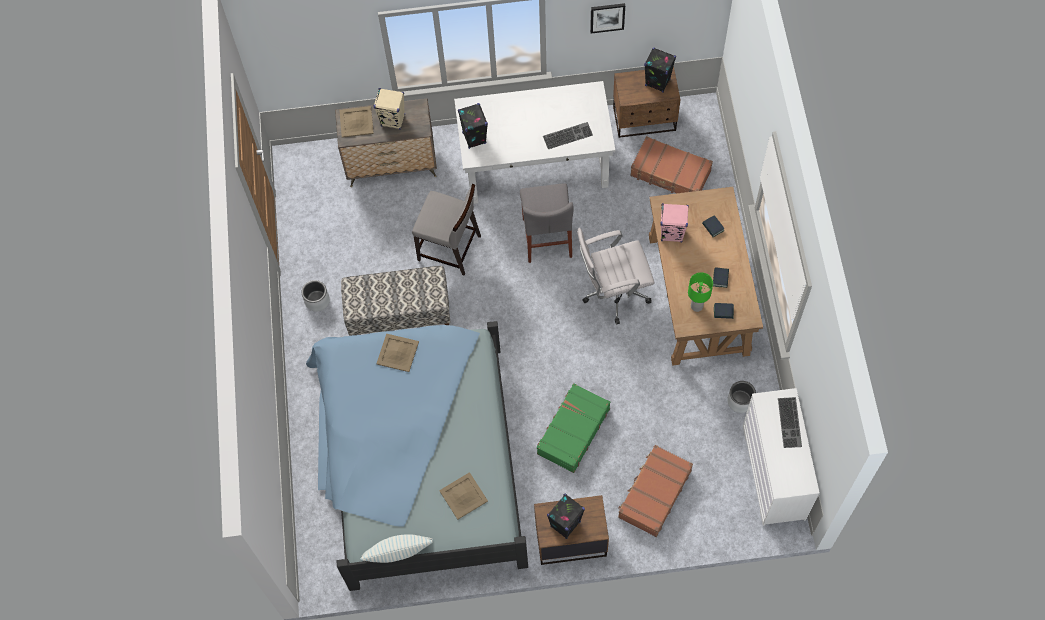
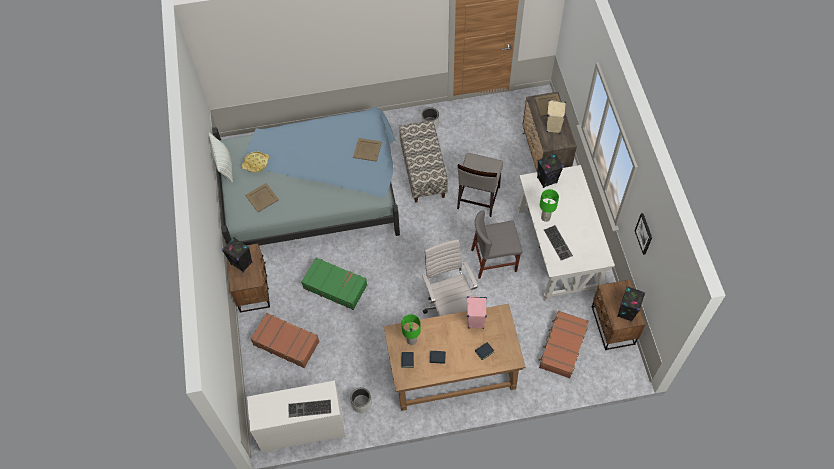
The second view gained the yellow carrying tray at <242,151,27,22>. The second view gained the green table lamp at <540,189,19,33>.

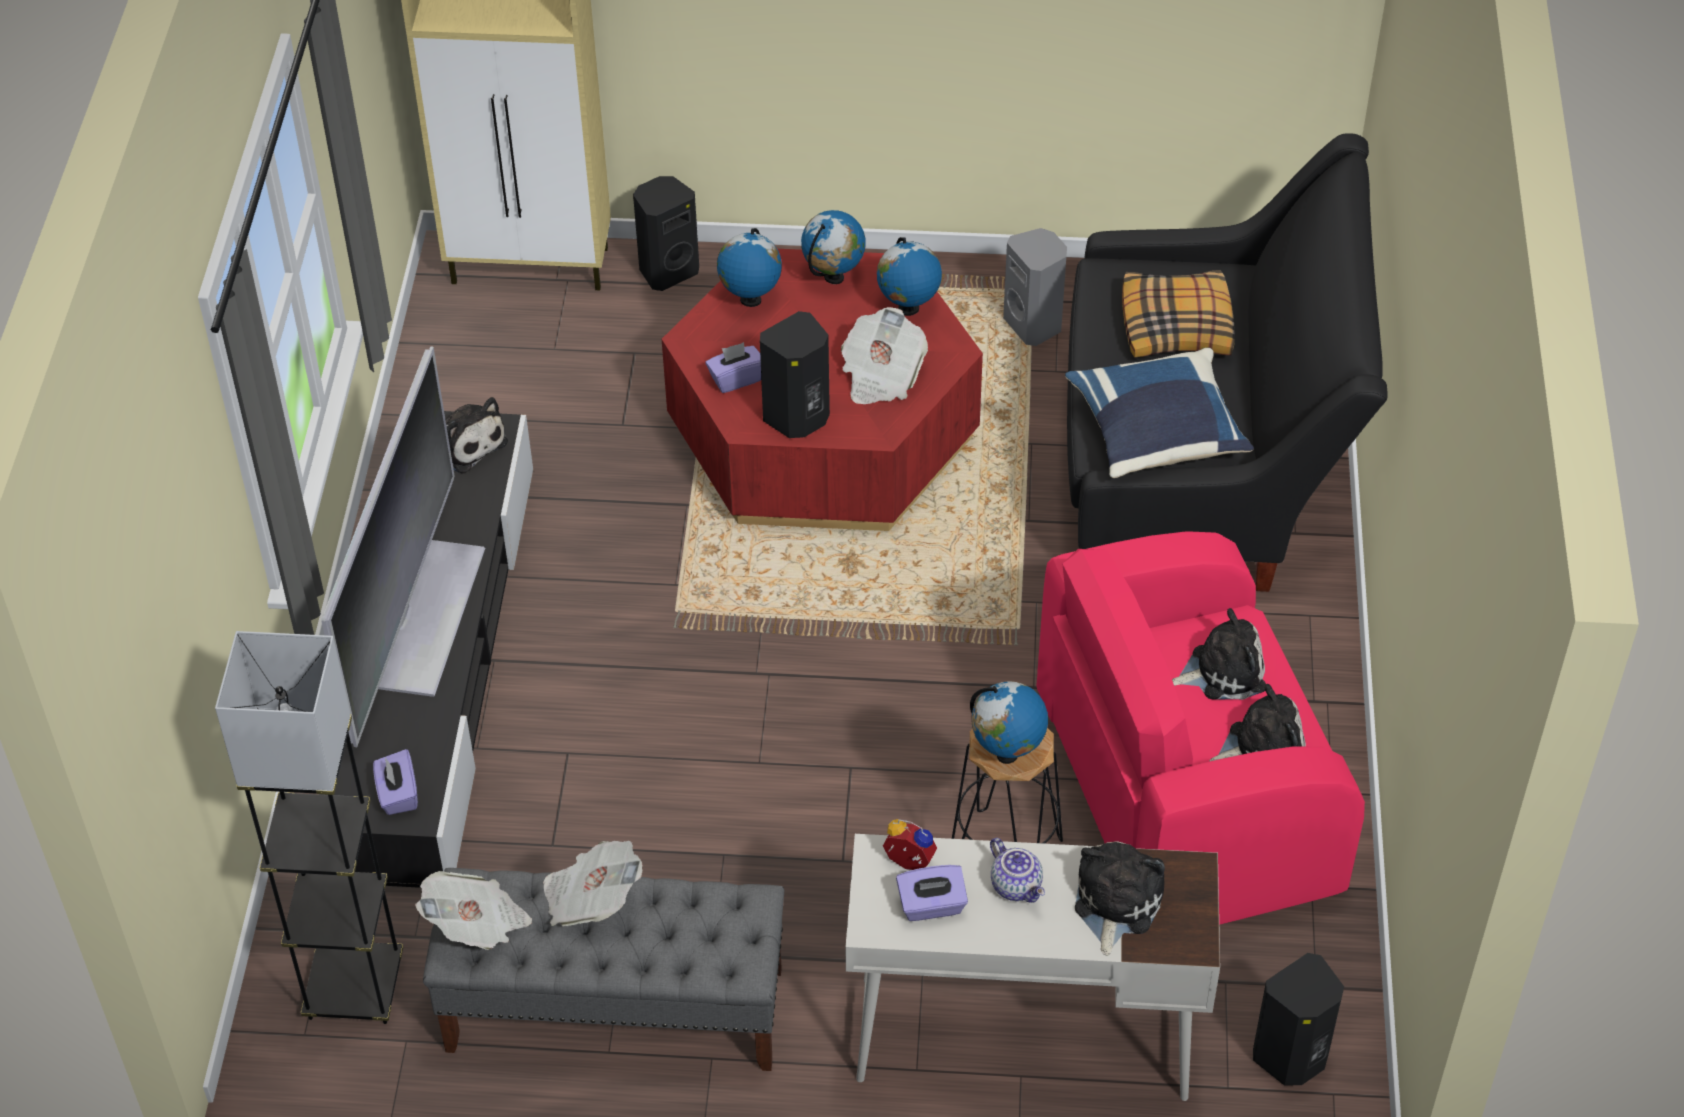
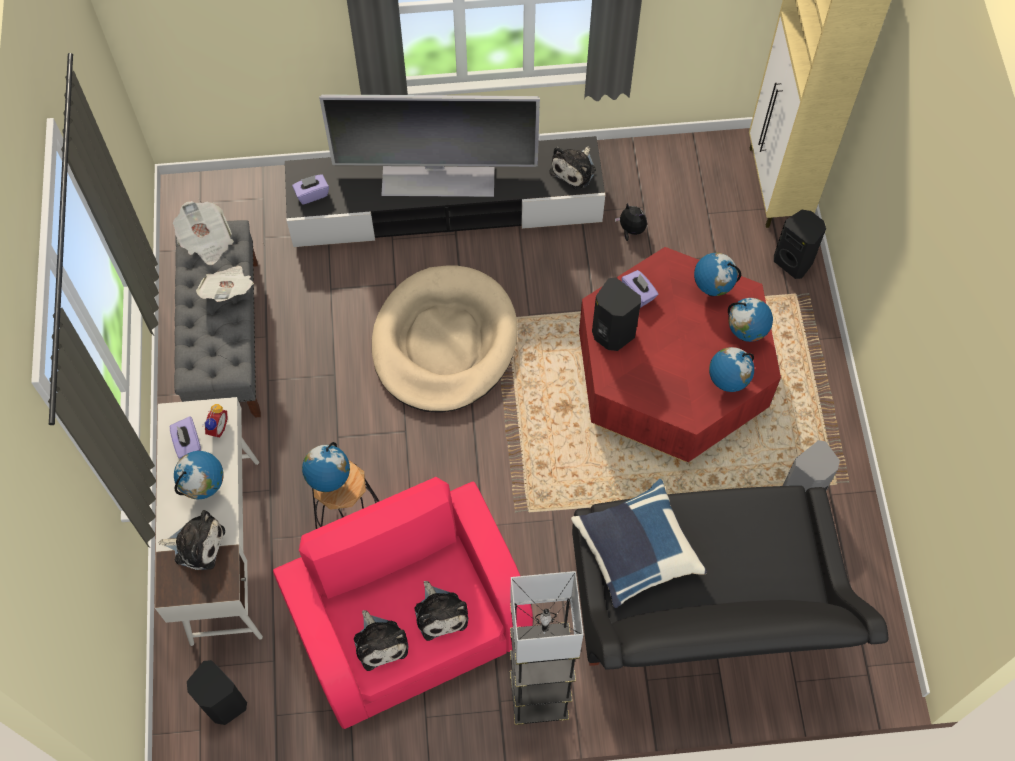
The second view lost the pillow at <1122,270,113,87>. The second view lost the printed paper at <841,307,87,97>. The grey floor lamp ended up elsewhere, having gone from <215,631,188,393> to <510,571,73,154>. Where the tea pot stood at <990,838,55,65>, the desk globe came to stand at <174,451,50,48>. The second view gained the cuddly toy at <615,203,32,38>. The second view gained the beige dog bed at <372,265,146,148>.

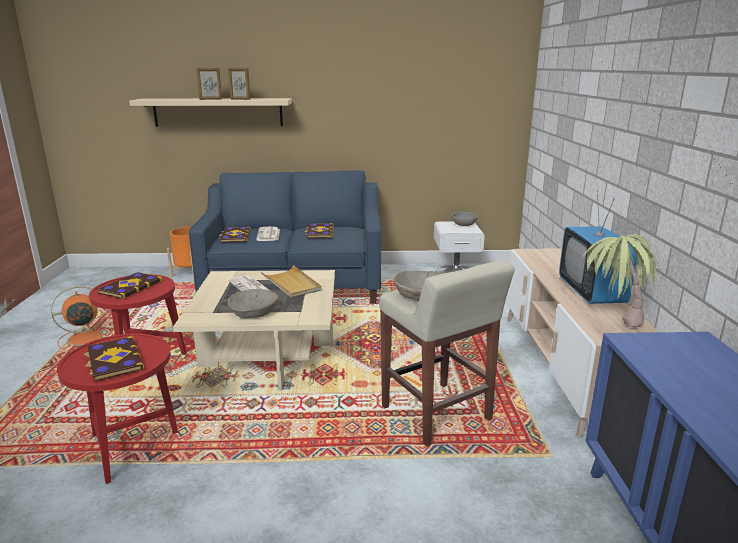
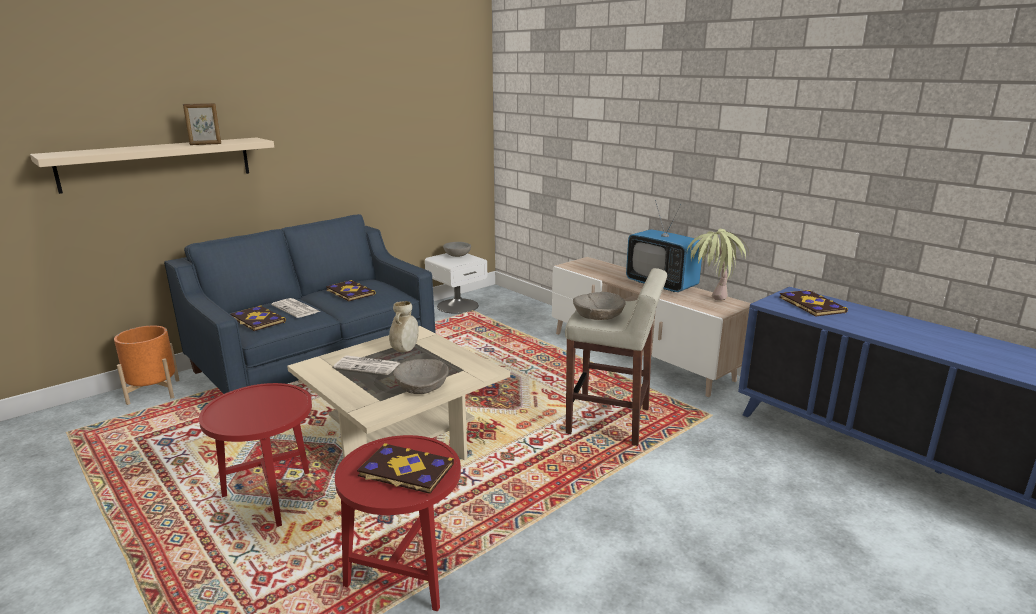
The second view lost the photo frame at <196,68,26,32>. Where the beige carrying tray stood at <261,265,61,33>, the beige vase came to stand at <389,301,30,51>. The book ended up elsewhere, having gone from <97,272,65,27> to <779,290,69,26>. The second view lost the orangey electric fan at <51,286,63,64>.

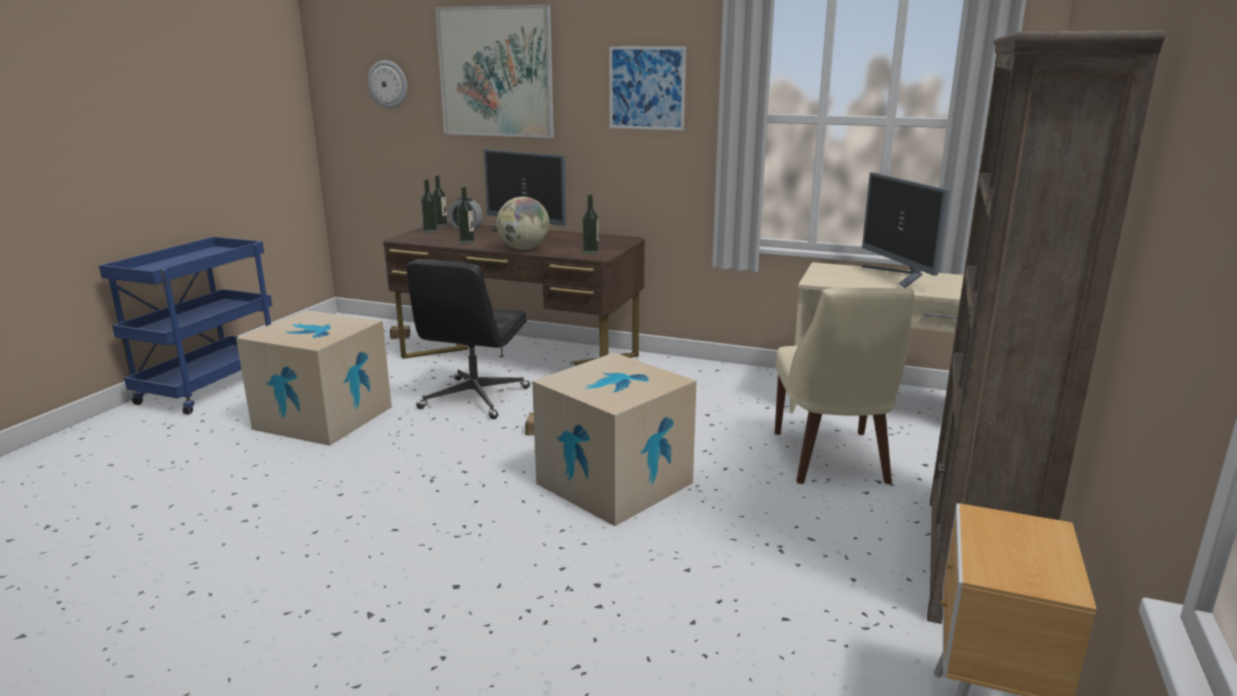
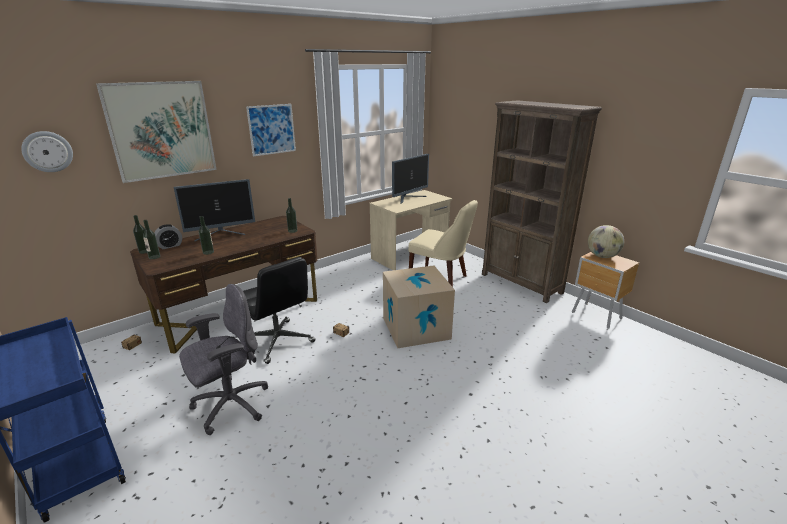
The computer screen at <862,172,87,116> ended up facing another way, 60 degrees counterclockwise from before. The desk globe ended up elsewhere, having gone from <497,197,53,53> to <588,225,36,33>. Where the packing box stood at <236,310,156,136>, the grey computer chair came to stand at <179,284,89,151>.

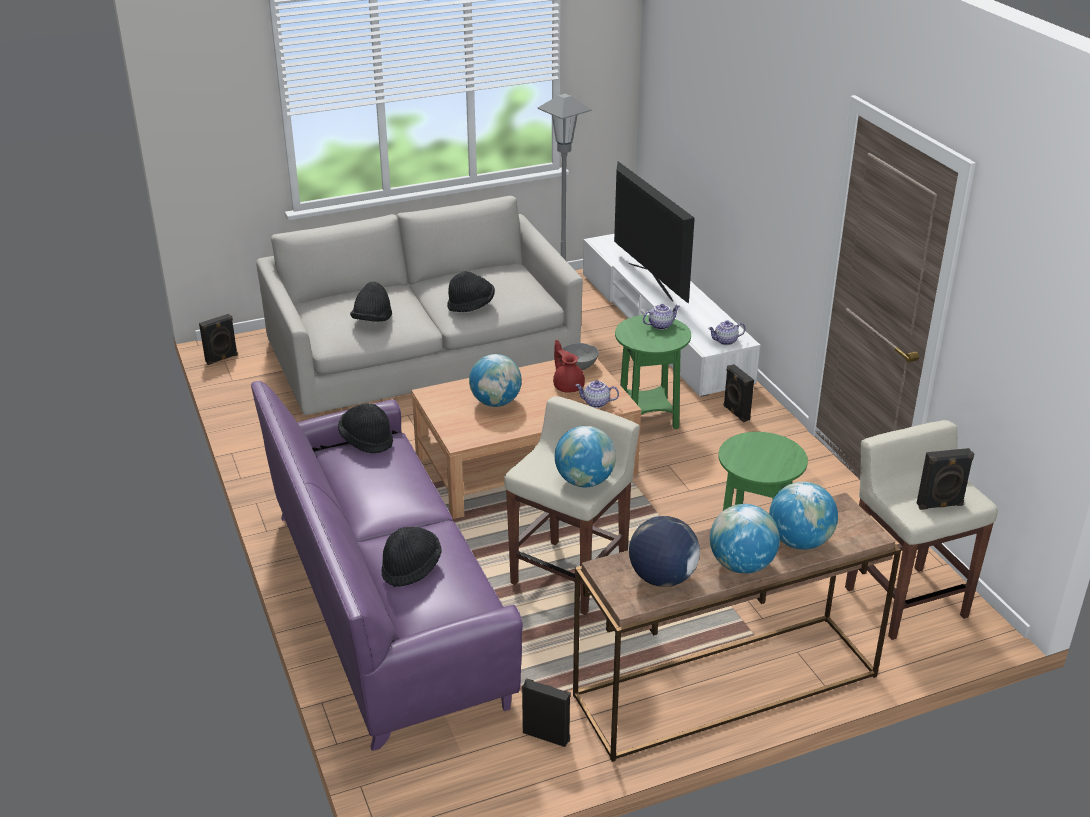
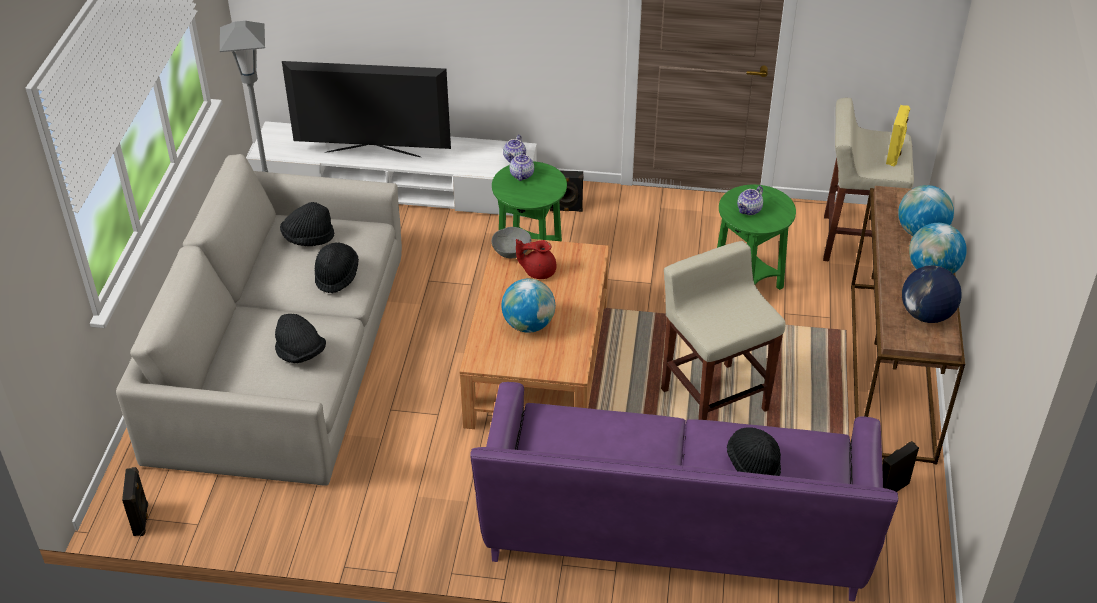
The tea pot ended up elsewhere, having gone from <575,380,44,28> to <737,186,26,29>. The blackish clothing hat ended up elsewhere, having gone from <338,403,55,50> to <280,202,54,44>. The second view lost the desk globe at <555,426,61,61>. What was the blackish loudspeaker at <917,448,57,62> turned into the yellow loudspeaker at <886,105,24,61>.

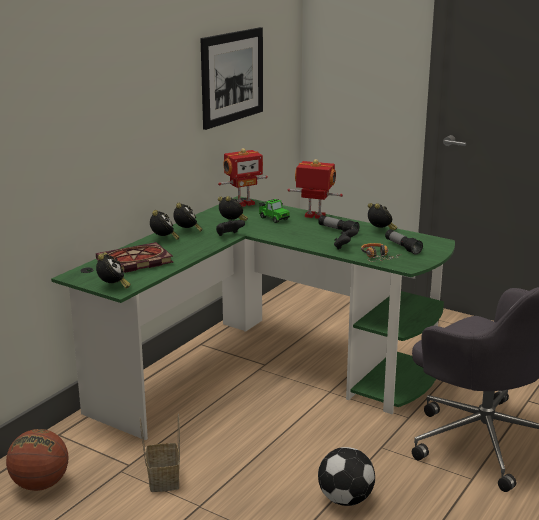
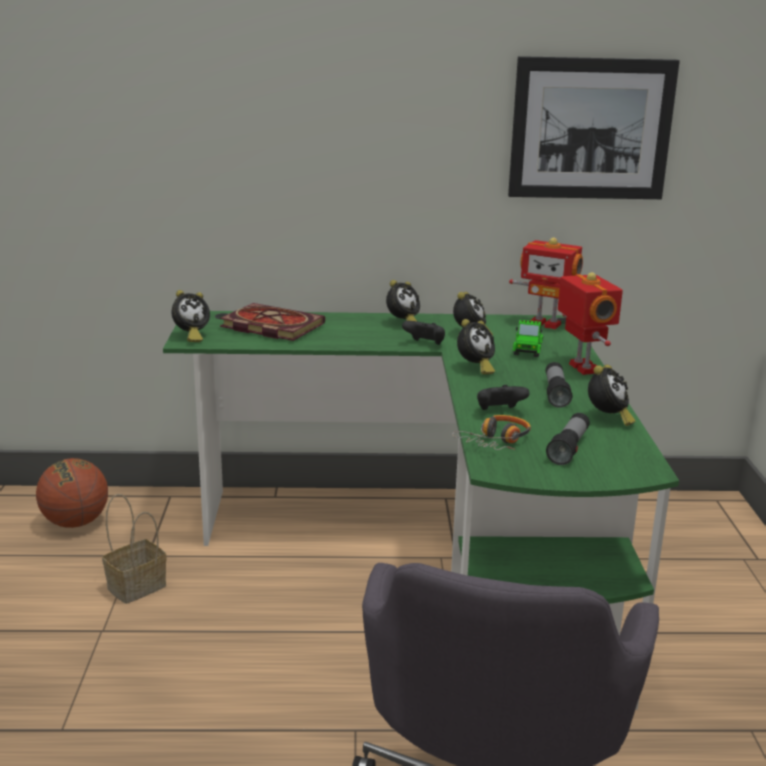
The table clock ended up elsewhere, having gone from <150,210,30,30> to <457,319,38,55>. The second view lost the football ball at <318,447,57,59>.

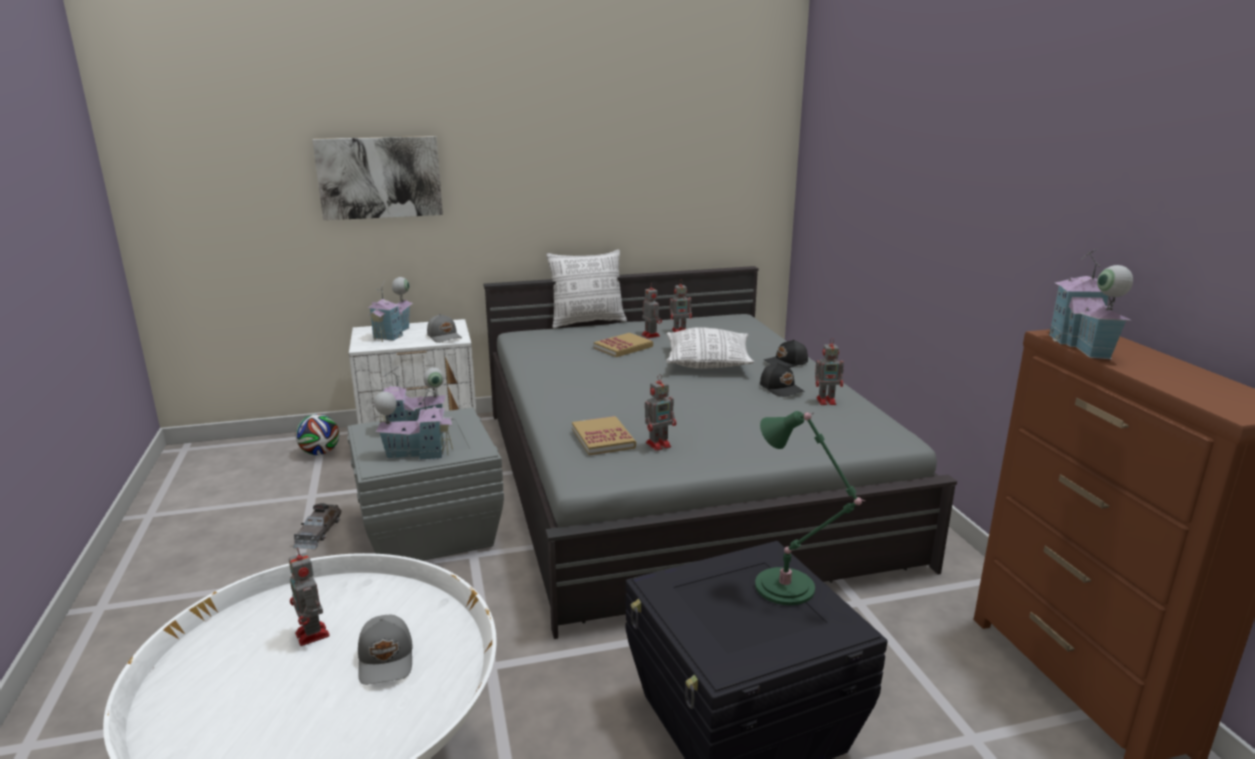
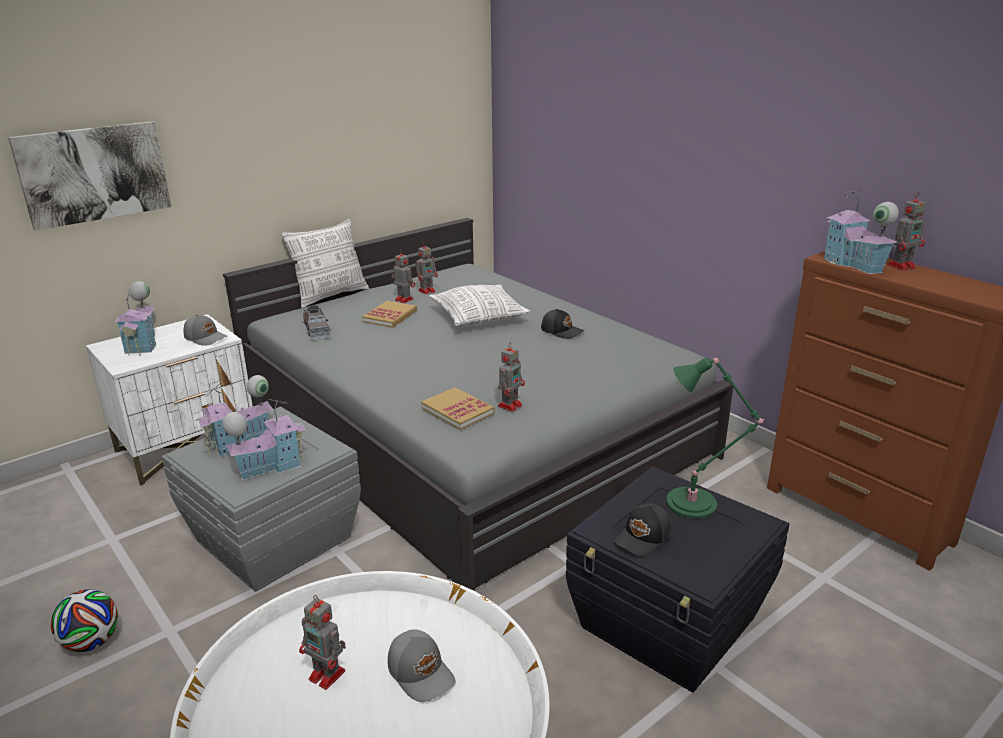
The toy robot ended up elsewhere, having gone from <815,338,29,67> to <887,192,39,79>. The blackish baseball cap ended up elsewhere, having gone from <764,340,44,28> to <614,503,57,53>. The football ball ended up elsewhere, having gone from <296,414,43,41> to <51,589,67,63>. The grey toy car ended up elsewhere, having gone from <293,503,48,46> to <302,305,29,36>.

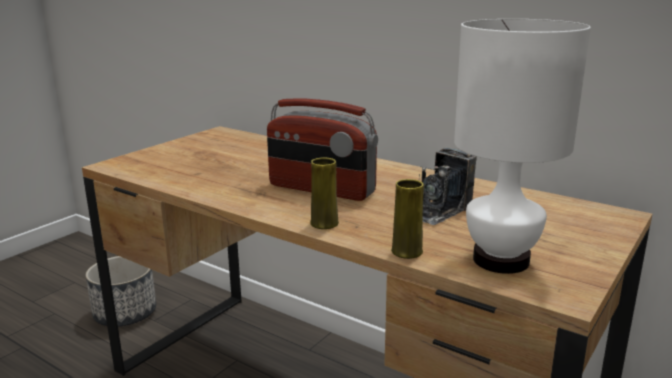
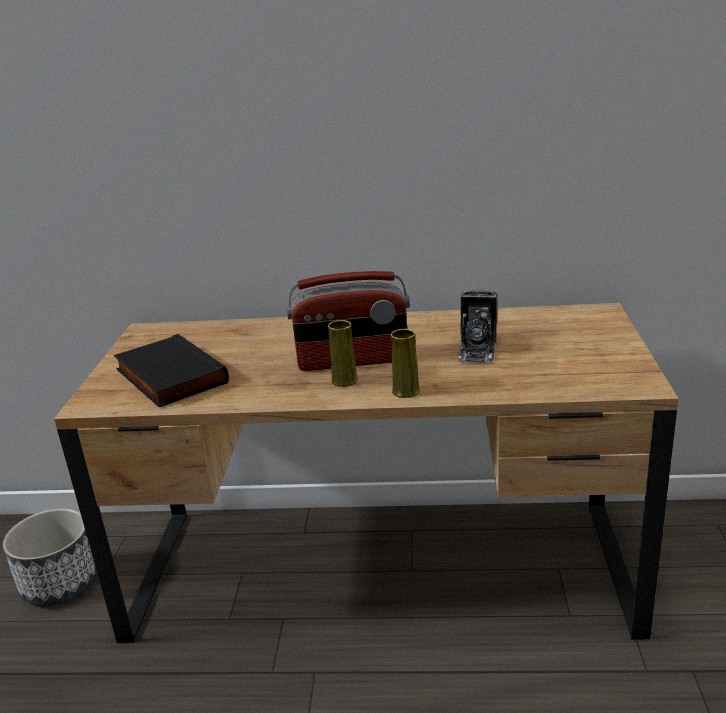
The second view lost the whitish table lamp at <454,19,137,255>. The yellow vase ended up elsewhere, having gone from <391,179,33,80> to <328,320,30,67>. The second view gained the blackish book at <114,334,115,73>.

